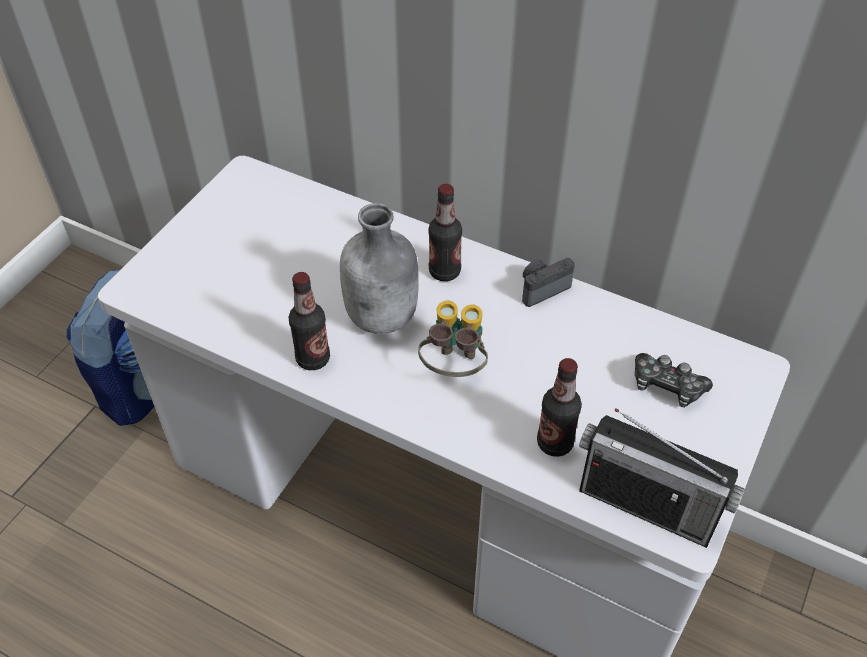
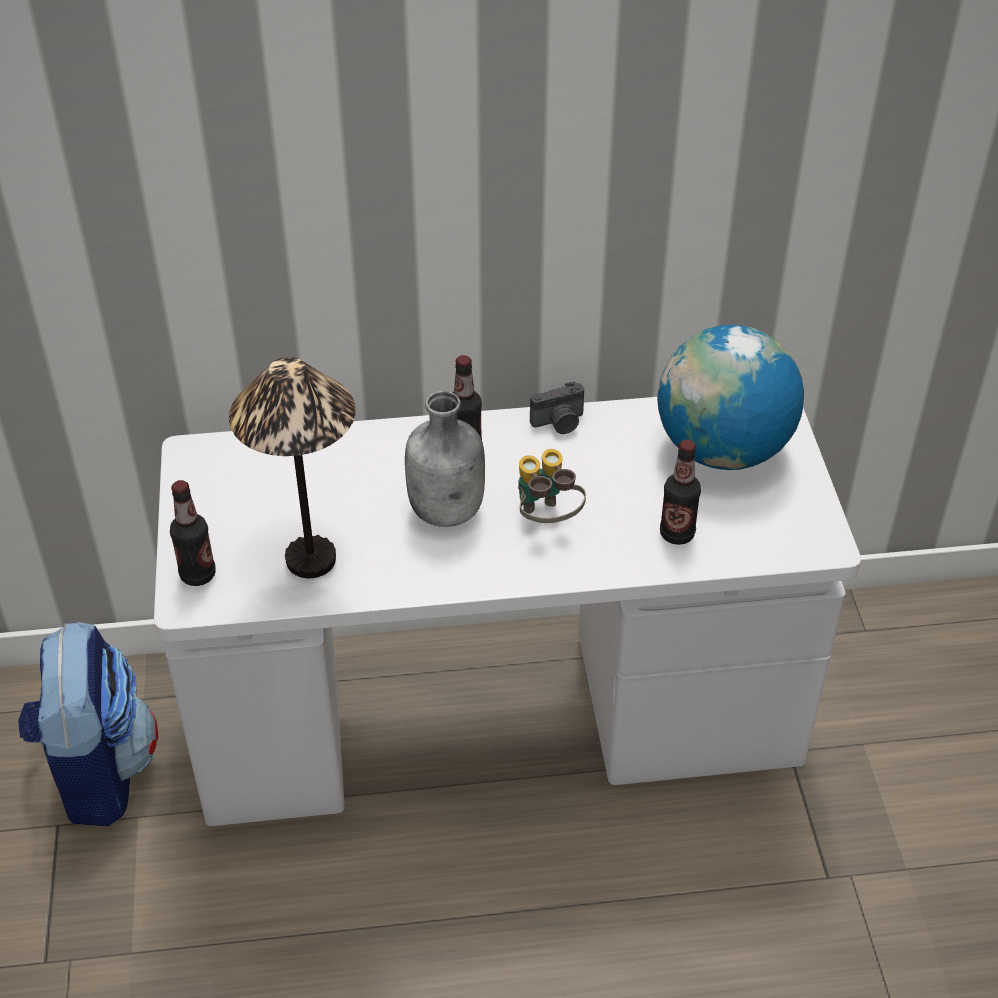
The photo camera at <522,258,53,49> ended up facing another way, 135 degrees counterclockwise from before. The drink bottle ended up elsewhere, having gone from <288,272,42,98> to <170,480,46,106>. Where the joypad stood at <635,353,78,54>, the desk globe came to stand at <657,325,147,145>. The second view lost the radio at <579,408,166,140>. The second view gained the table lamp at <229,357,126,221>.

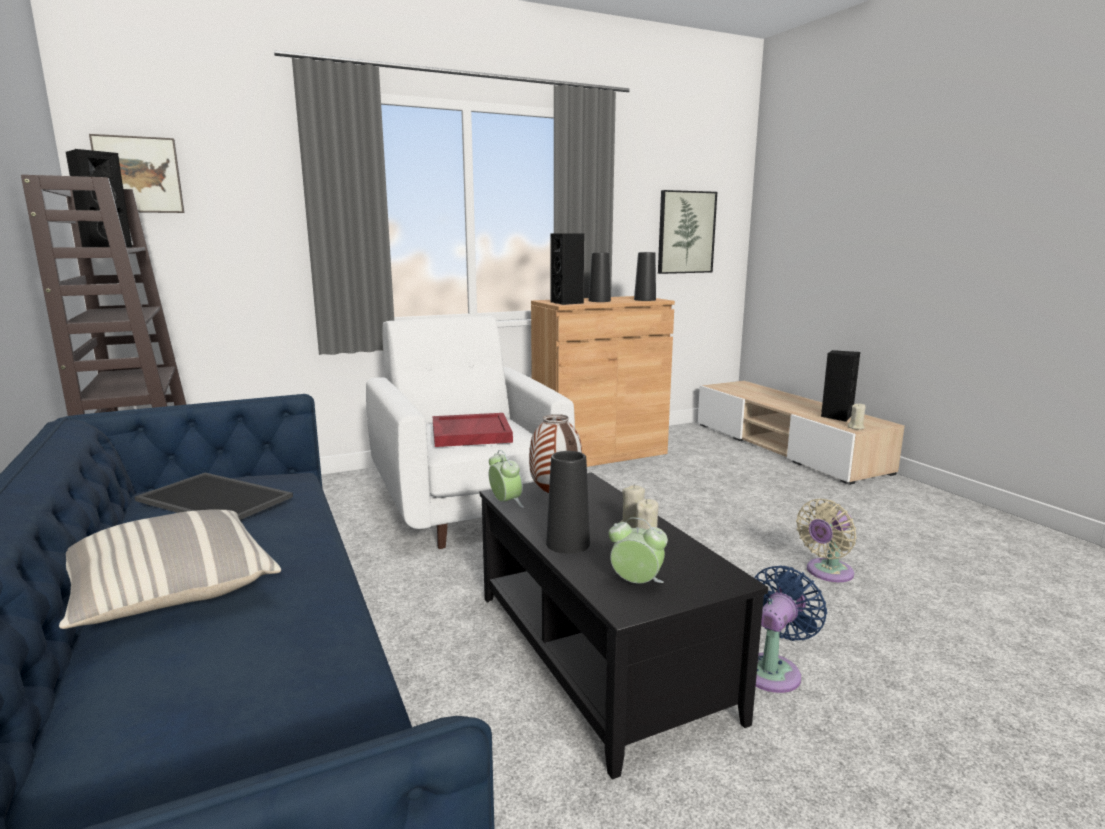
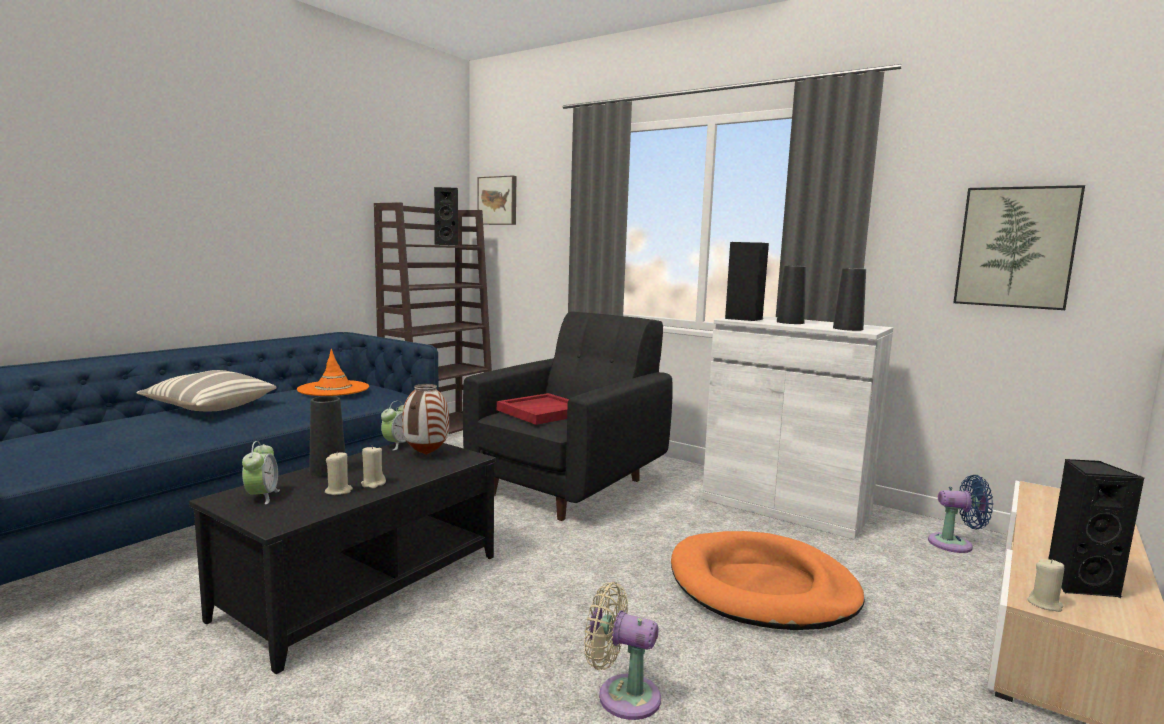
What was the brownish storage cabinet at <531,296,144,171> turned into the whitish storage cabinet at <702,316,191,224>. What was the whitish easy chair at <366,316,209,233> turned into the blackish easy chair at <463,311,209,210>. Where the carrying tray stood at <135,473,158,47>, the orangey clothing hat came to stand at <297,349,72,47>. The bluish electric fan ended up elsewhere, having gone from <754,565,73,128> to <928,475,65,78>. The second view gained the orangey dog bed at <671,531,194,99>.

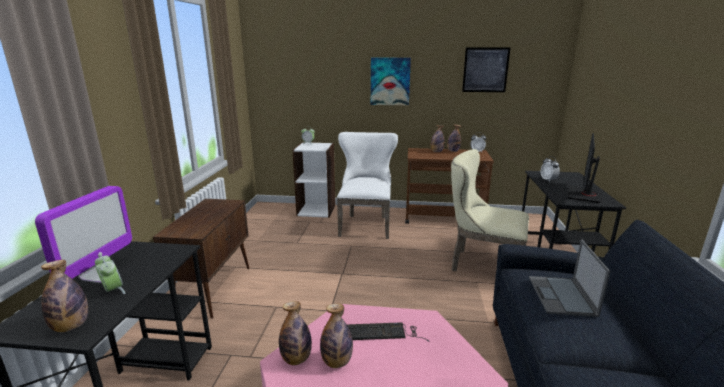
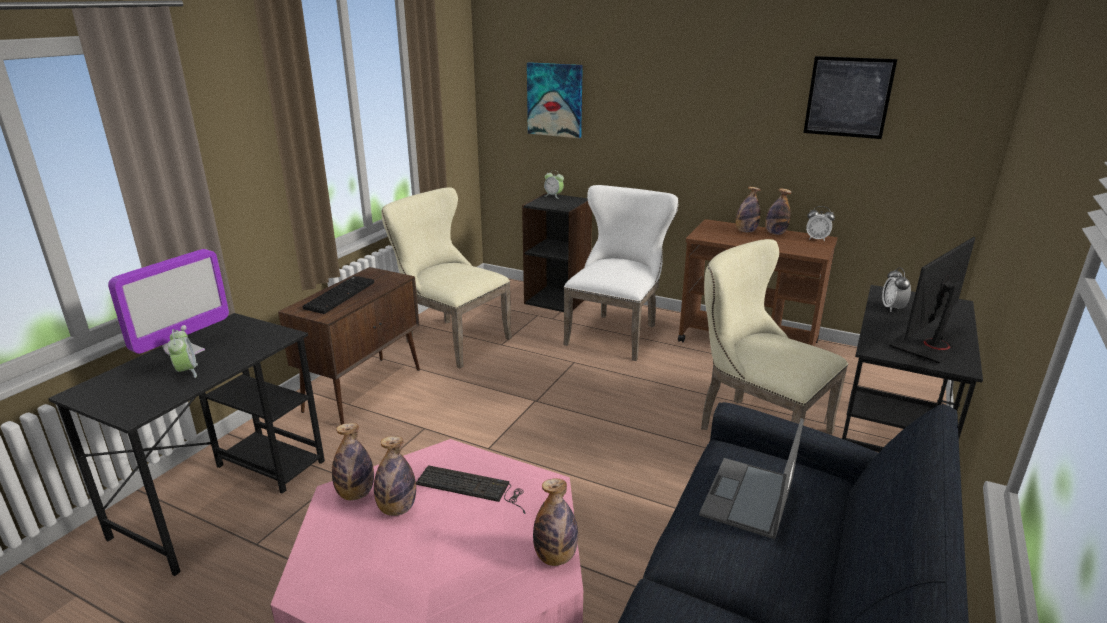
The wall art ended up elsewhere, having gone from <371,58,40,47> to <527,62,56,76>. What was the whitish bookcase at <293,142,42,76> turned into the blackish bookcase at <522,193,70,119>. The drink bottle ended up elsewhere, having gone from <41,260,47,72> to <533,478,45,88>. The second view gained the beige chair at <381,187,131,181>. The second view gained the keyboard at <302,276,72,38>.

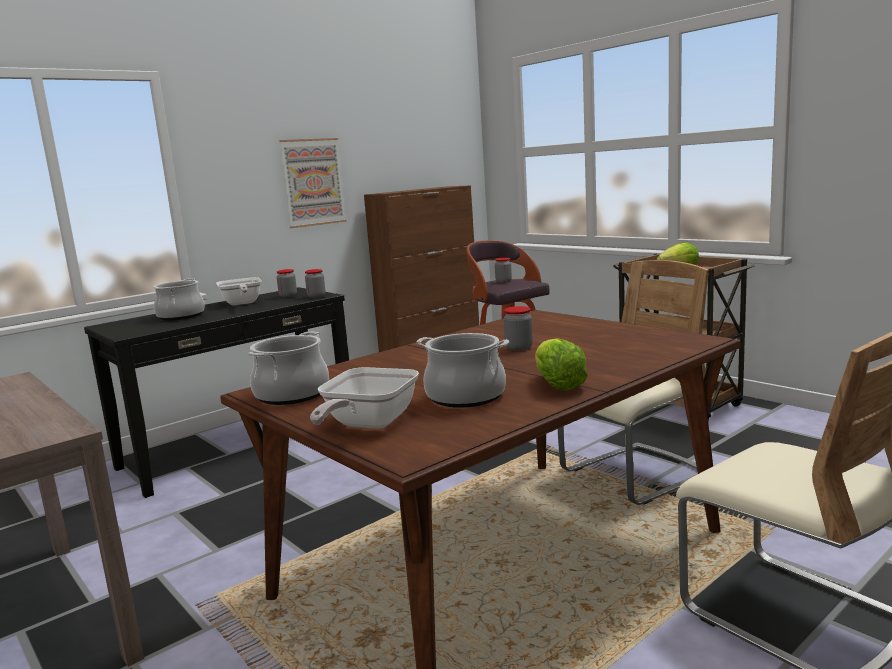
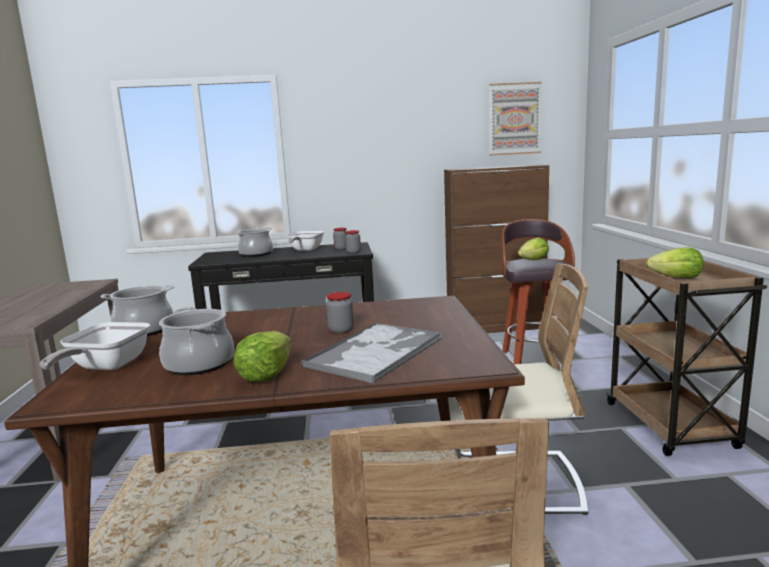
The wall art ended up elsewhere, having gone from <279,138,68,90> to <489,82,53,74>. Where the storage jar stood at <495,257,17,26>, the lettuce came to stand at <518,237,31,23>. The pan at <310,367,109,62> ended up facing another way, 45 degrees counterclockwise from before. The second view gained the carrying tray at <301,322,141,62>.

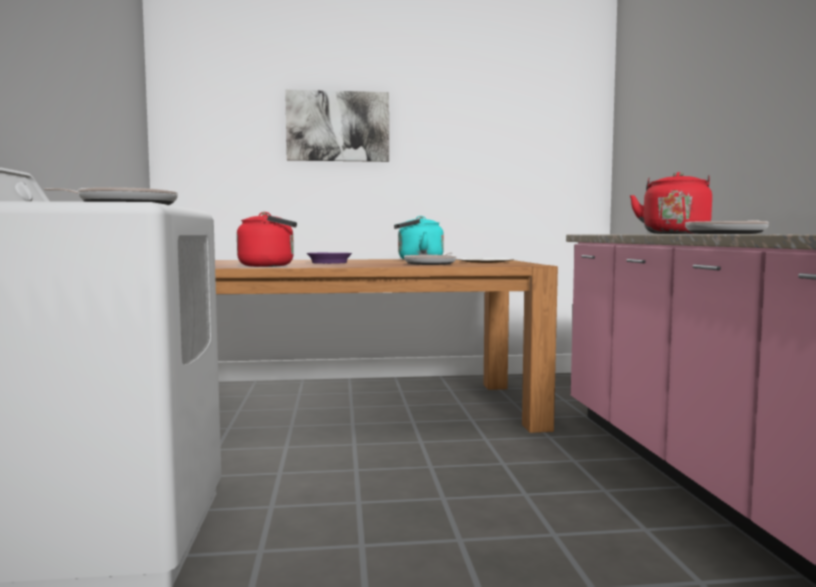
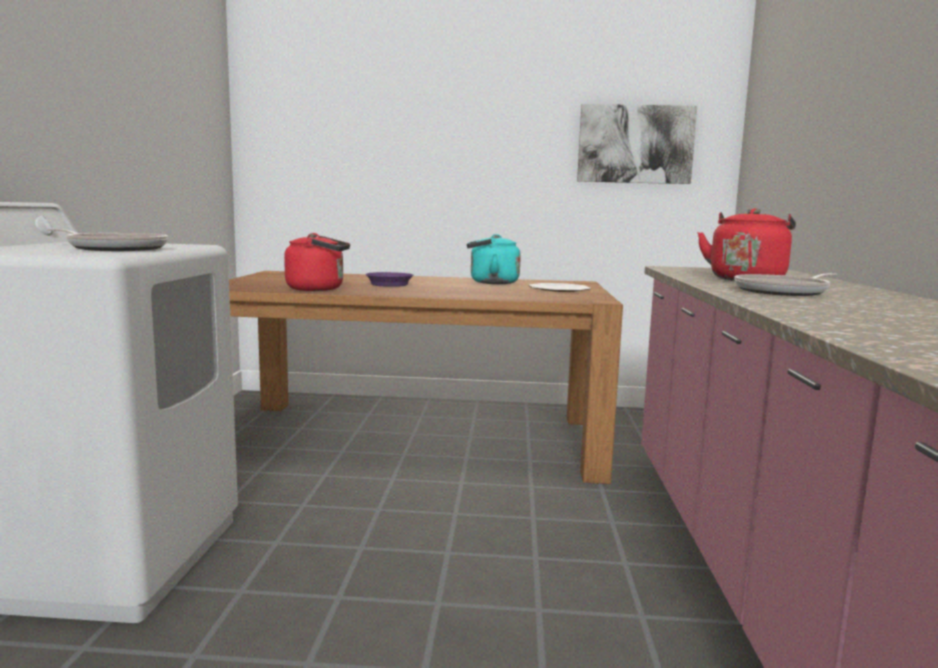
The wall art ended up elsewhere, having gone from <285,90,104,72> to <577,104,120,80>. The second view lost the pan at <404,253,52,12>.

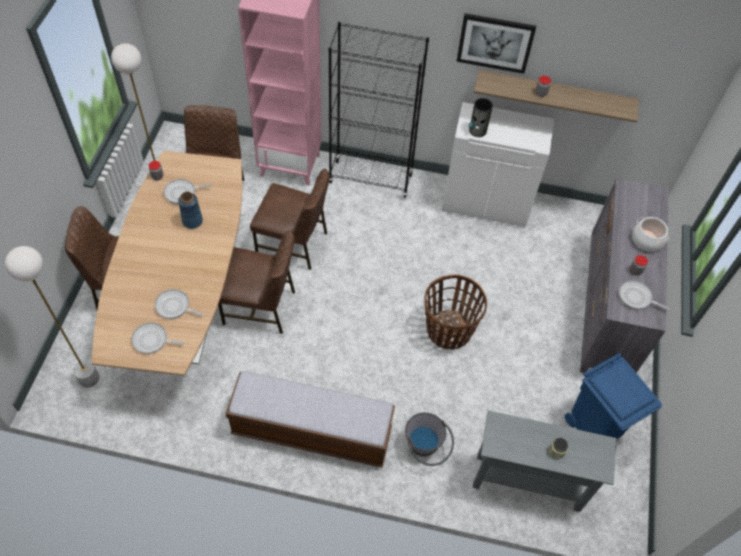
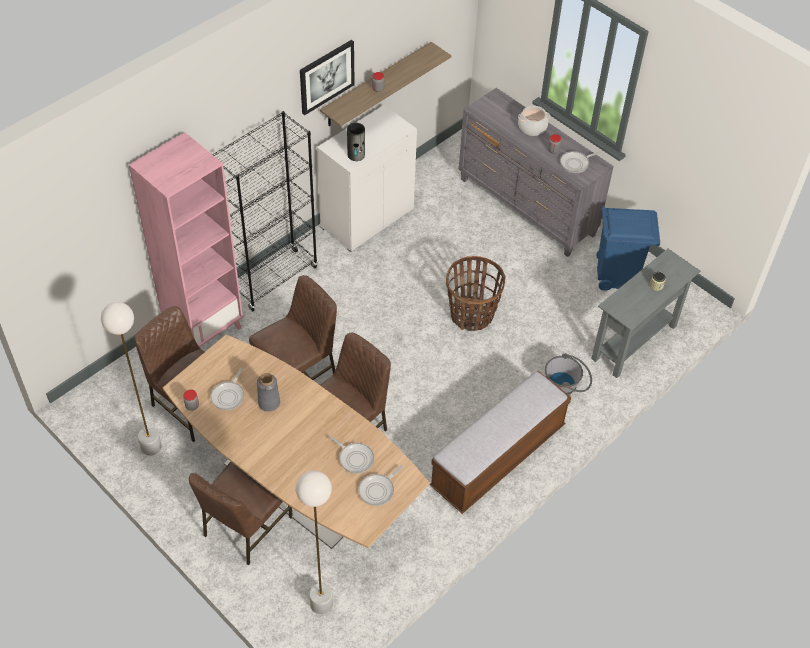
What was the bluish vase at <178,192,25,37> turned into the grey vase at <257,373,23,38>. The pan at <155,289,48,30> ended up facing another way, 105 degrees counterclockwise from before.

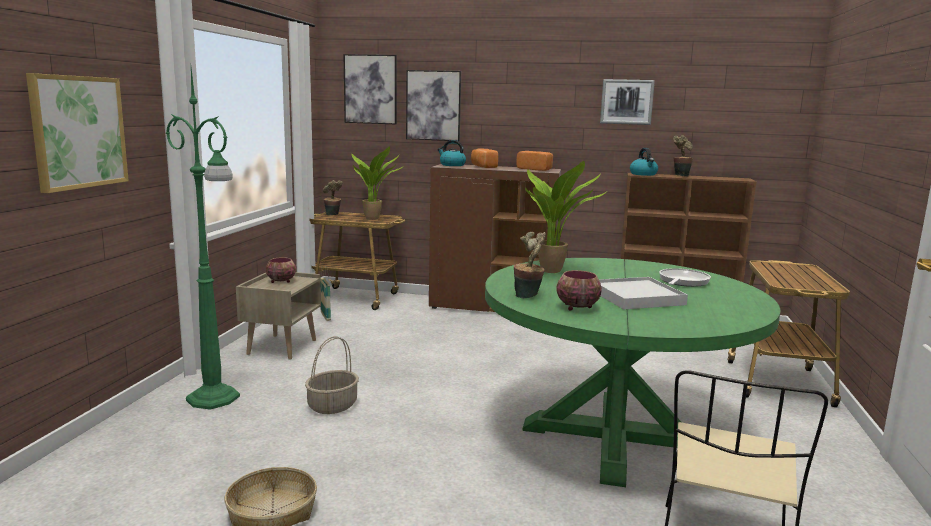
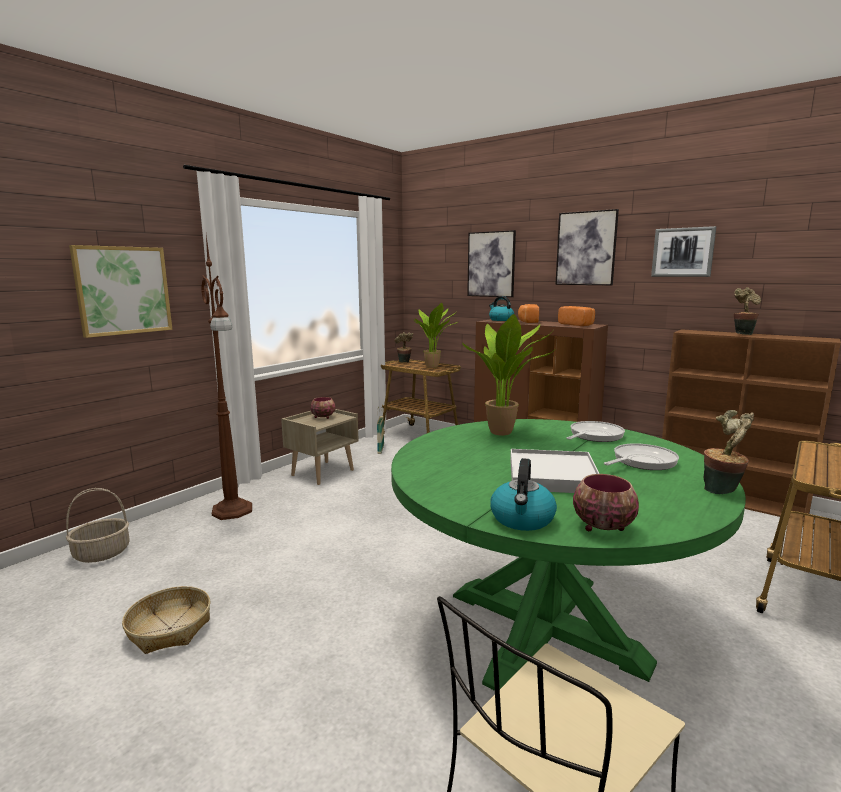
The wall art ended up elsewhere, having gone from <344,54,53,70> to <555,209,64,76>. What was the green floor lamp at <166,68,74,342> turned into the brownish floor lamp at <201,235,51,285>. The water kettle ended up elsewhere, having gone from <630,148,28,28> to <490,458,67,73>. The plant in a pot ended up elsewhere, having gone from <514,232,32,66> to <704,410,50,84>. The deep dish ended up elsewhere, having gone from <557,270,45,41> to <573,474,66,57>. The storage basket ended up elsewhere, having gone from <305,336,54,78> to <66,488,64,75>. The second view gained the pan at <566,421,59,21>.

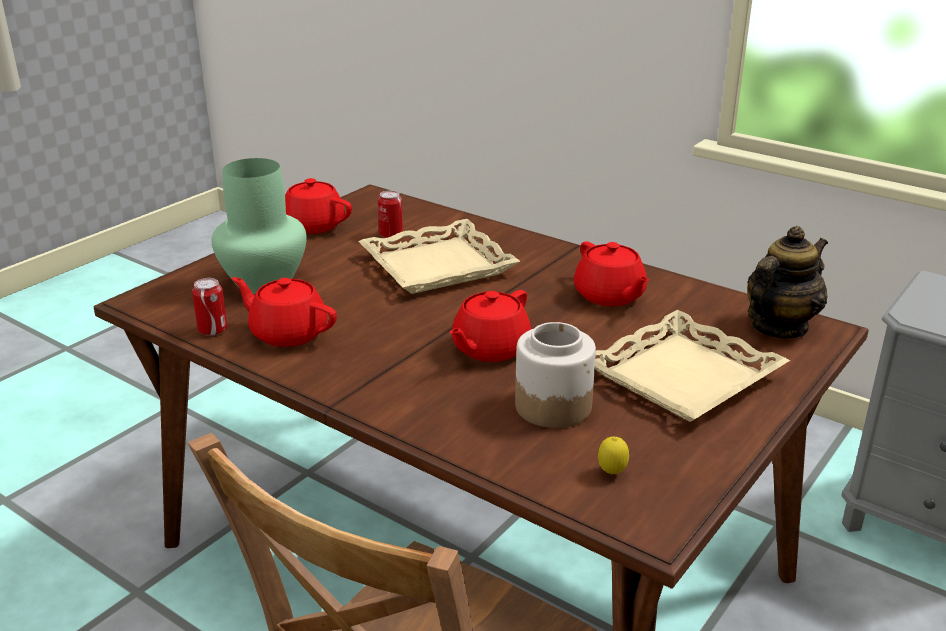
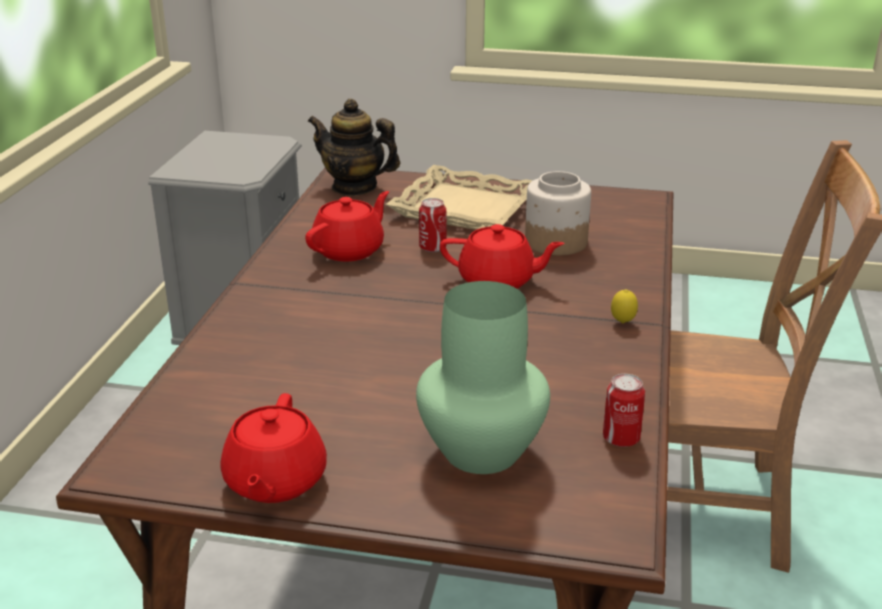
The can ended up elsewhere, having gone from <378,190,25,48> to <419,198,28,54>. The second view lost the beige carrying tray at <358,219,162,75>. The second view lost the red tea pot at <231,277,106,70>. The lemon ended up elsewhere, having gone from <598,436,31,38> to <611,289,27,34>.

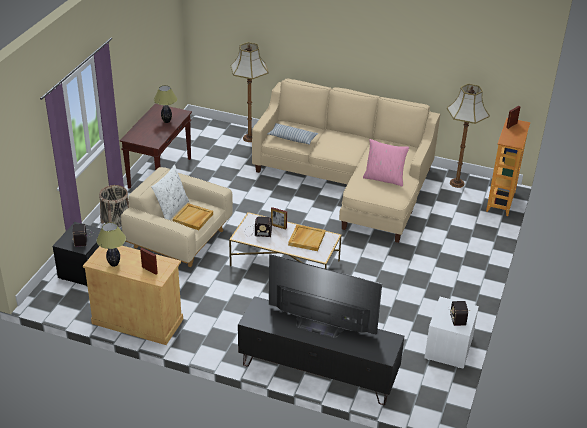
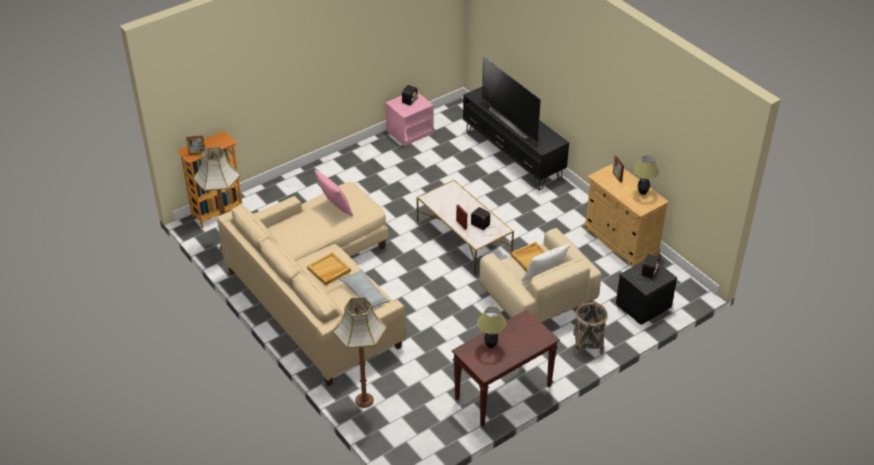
The beige carrying tray ended up elsewhere, having gone from <288,225,37,26> to <307,252,44,33>. What was the whitish nightstand at <424,297,55,72> turned into the pink nightstand at <385,93,48,53>.

